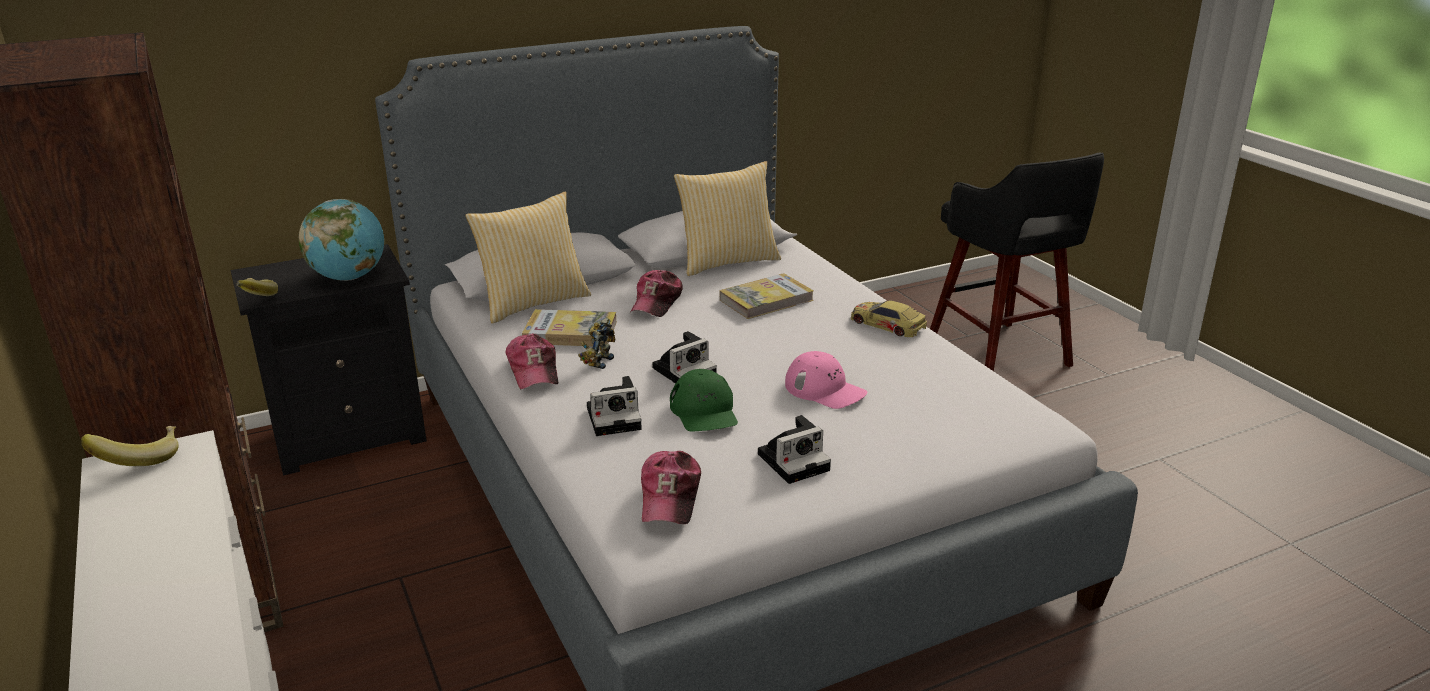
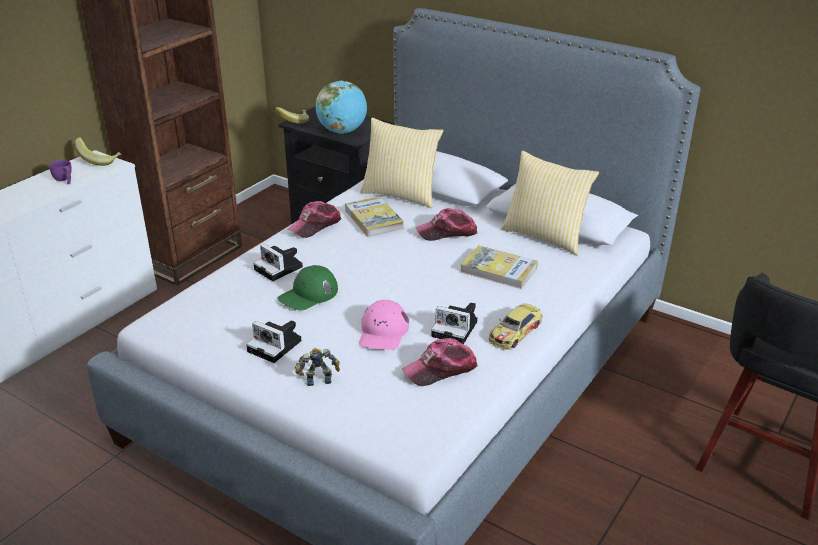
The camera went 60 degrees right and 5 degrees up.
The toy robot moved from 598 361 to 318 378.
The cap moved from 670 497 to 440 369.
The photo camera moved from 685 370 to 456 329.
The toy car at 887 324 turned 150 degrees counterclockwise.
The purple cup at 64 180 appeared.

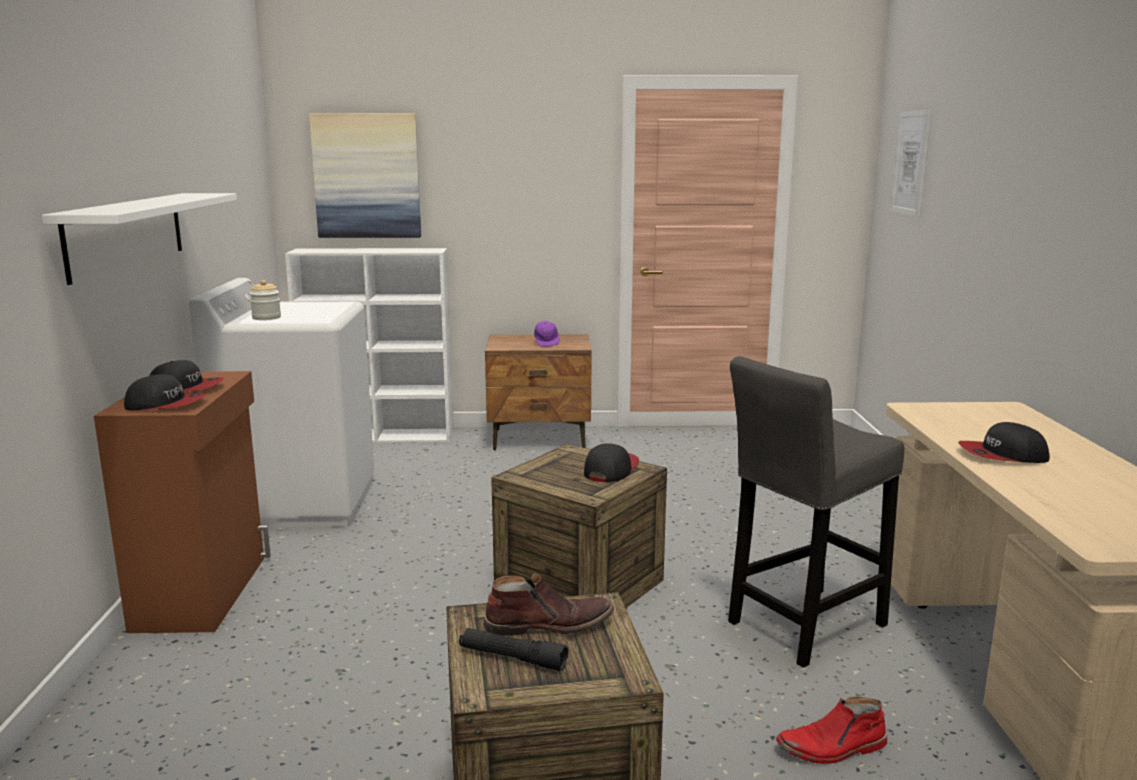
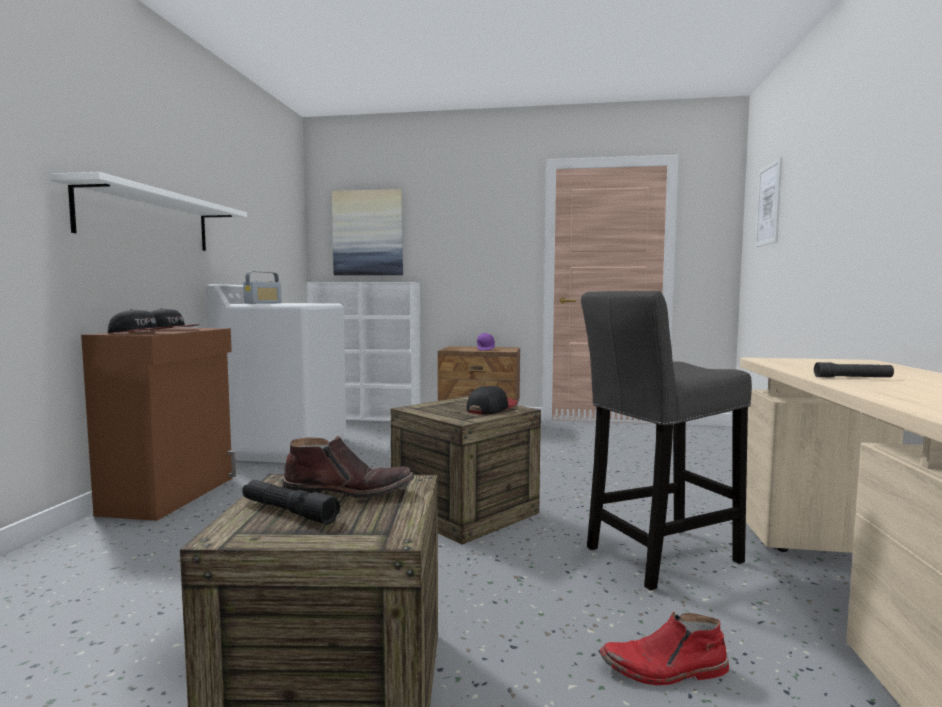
The camera went 10 degrees right and 10 degrees down.
The jar at 266 318 was replaced by the radio at 263 303.
The cap at 1002 455 was replaced by the black flashlight at 853 378.

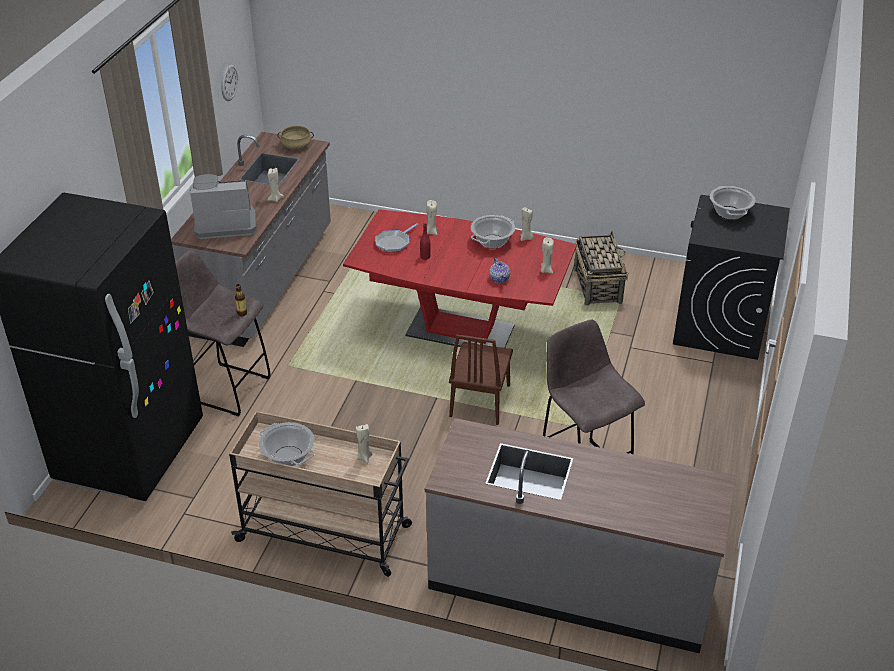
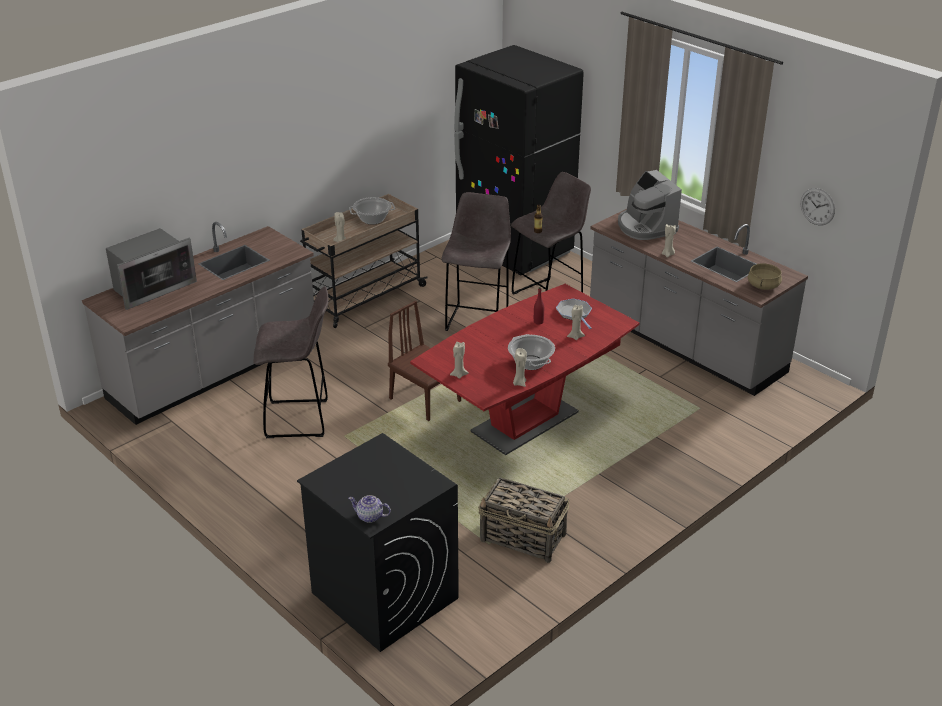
The camera went 120 degrees right and 5 degrees down.
The coffee machine at 225 223 turned 135 degrees clockwise.
The teapot moved from 499 278 to 370 517.
The cooking pot at 729 213 disappeared.
The microwave at 151 287 appeared.
The grey stool at 477 319 appeared.

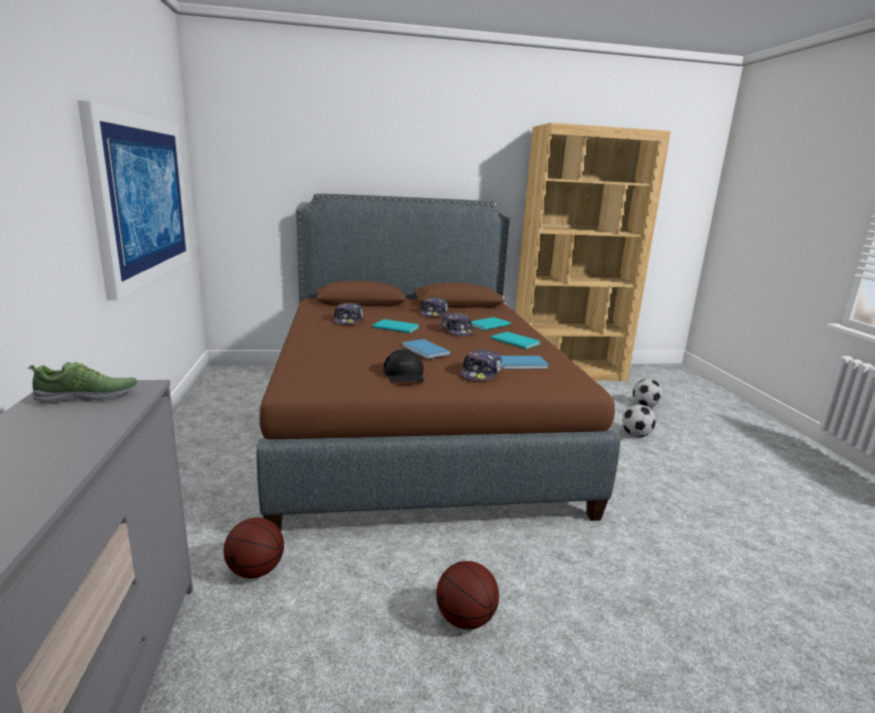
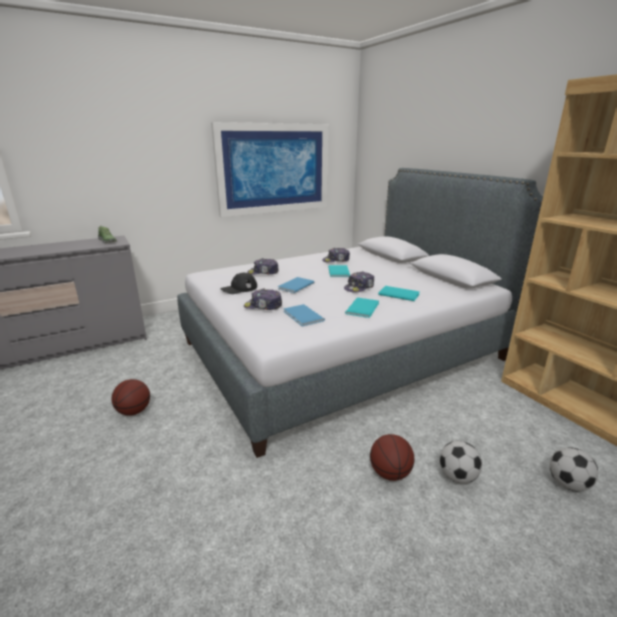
The camera went 70 degrees right and 5 degrees up.
The basketball moved from 255 571 to 390 473.
The brown bed at 414 424 became the grey bed at 342 350.
The cap moved from 433 313 to 263 272.

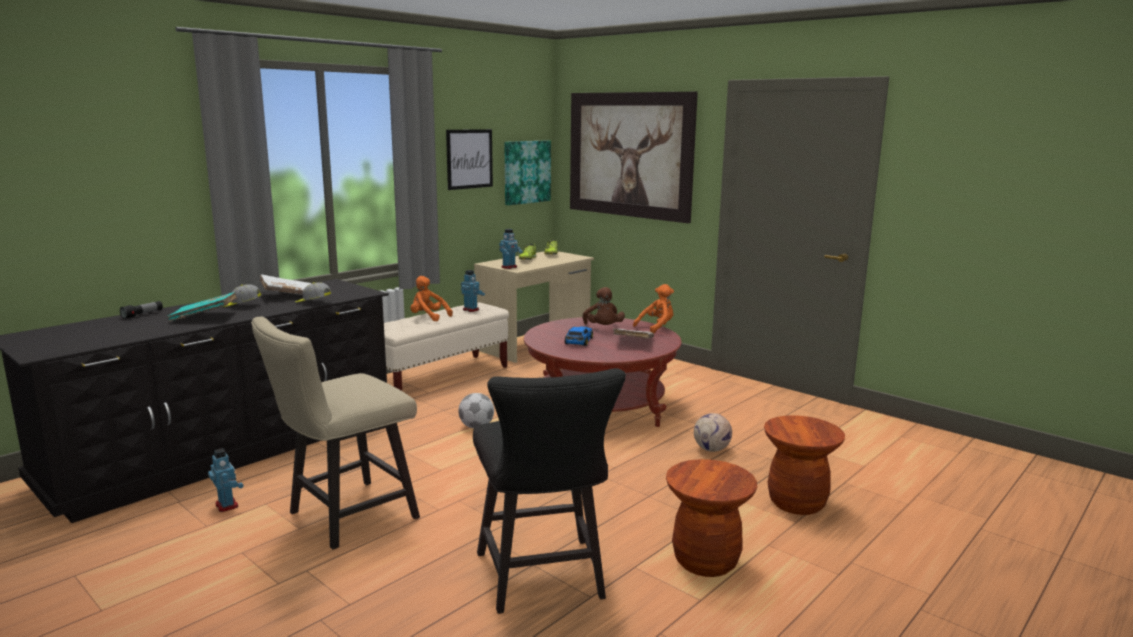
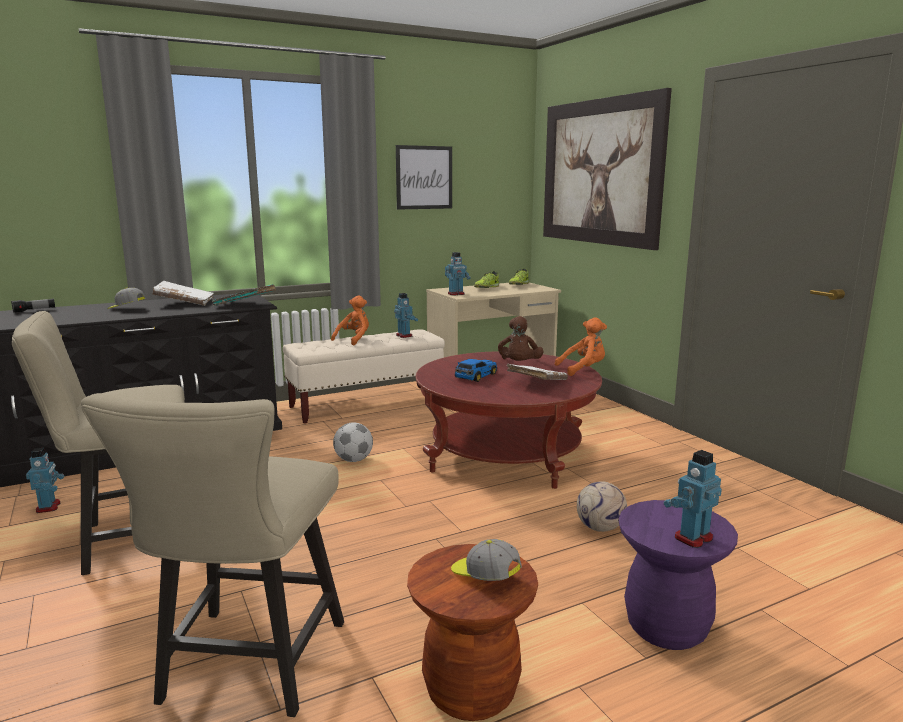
The camera went 20 degrees right and 0 degrees up.
The turquoise book moved from 204 317 to 245 305.
The cap moved from 313 302 to 484 576.
The orange plush toy at 428 317 turned 75 degrees clockwise.
The black chair at 543 581 became the beige chair at 247 670.
The picture at 526 172 disappeared.
The brown stool at 796 503 became the purple stool at 666 627.
The toy robot at 692 538 appeared.

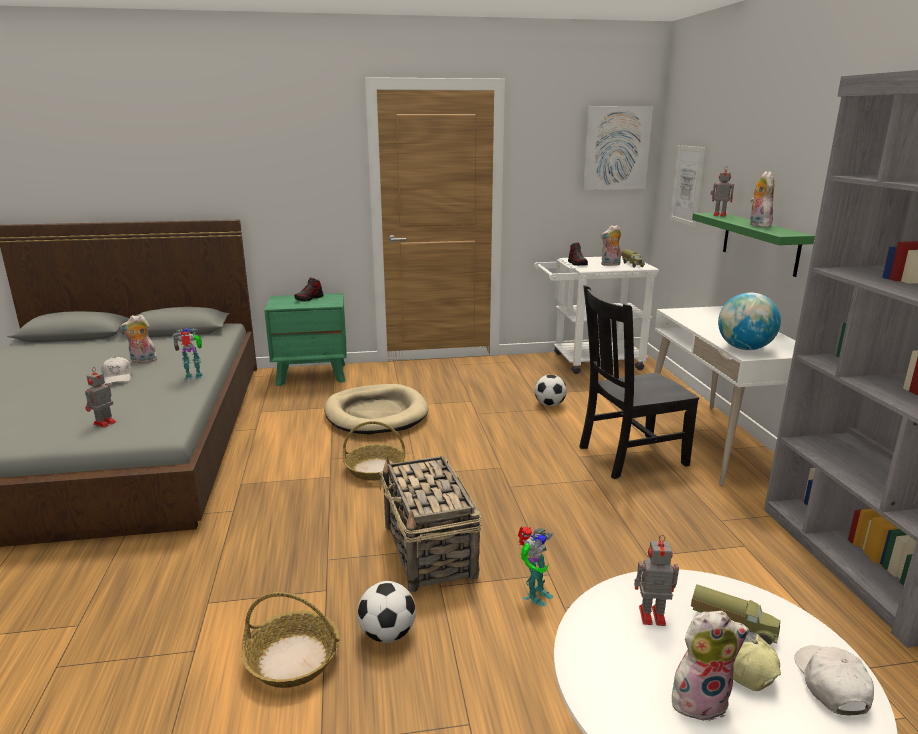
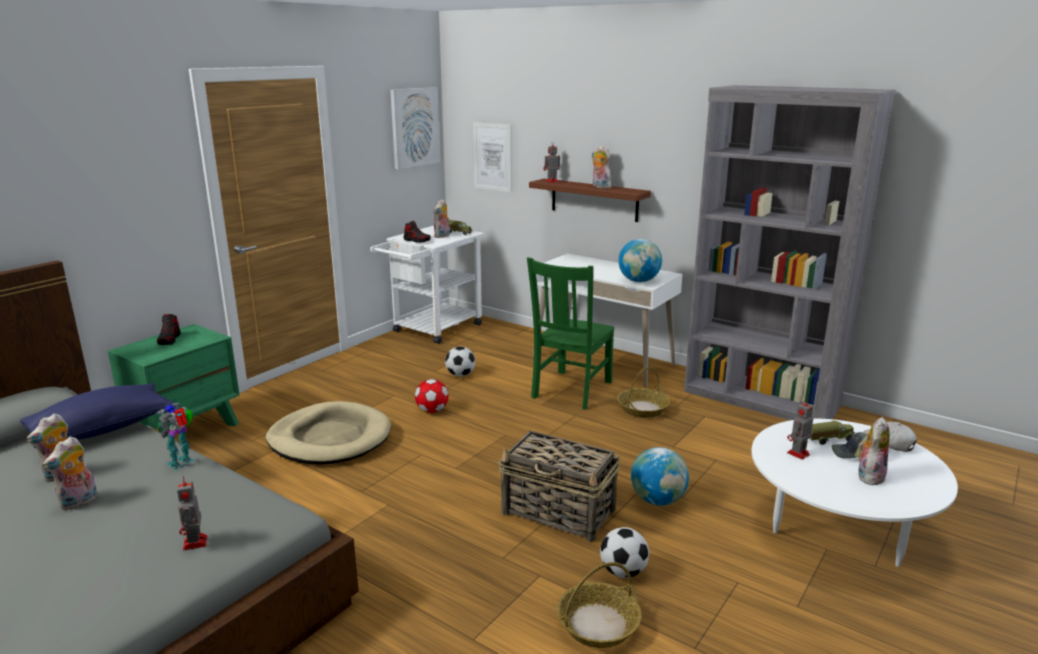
The camera went 45 degrees left and 0 degrees up.
The white cap at 117 377 was replaced by the plush toy at 79 502.
The basket moved from 375 469 to 642 408.
The toy robot at 534 595 was replaced by the globe at 657 500.
The black chair at 629 456 became the green chair at 570 390.
The green shelf at 760 243 became the brown shelf at 594 200.
The blue pillow at 103 429 appeared.
The football at 432 410 appeared.

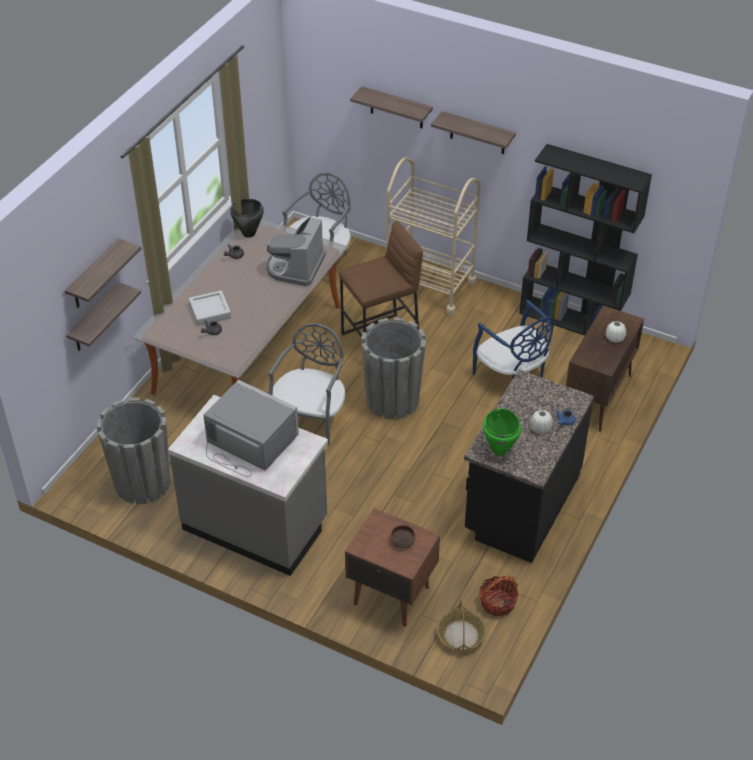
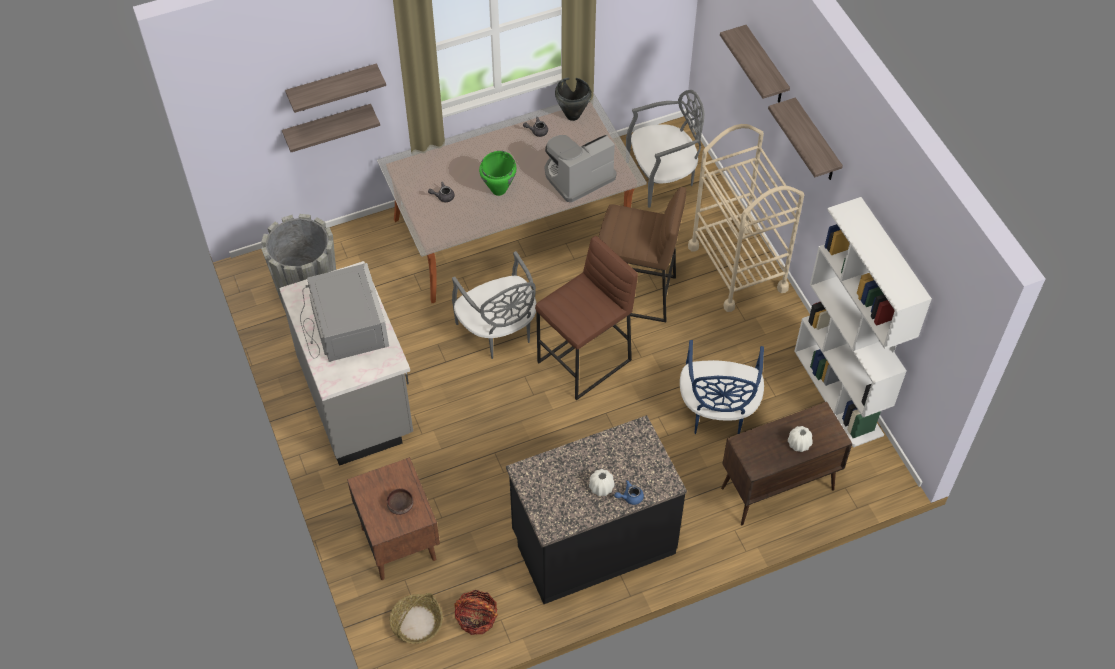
The camera went 40 degrees right and 10 degrees up.
The grey tray at 210 311 disappeared.
The grey chair at 311 418 turned 90 degrees clockwise.
The grey planter at 392 400 was replaced by the brown stool at 585 362.
The green cooking pot moved from 500 449 to 499 190.
The black bookcase at 572 320 became the white bookcase at 839 393.

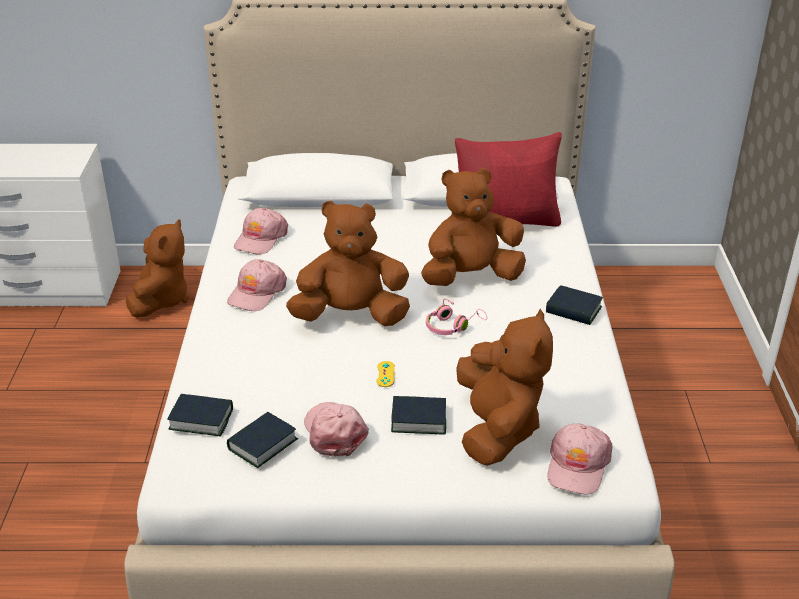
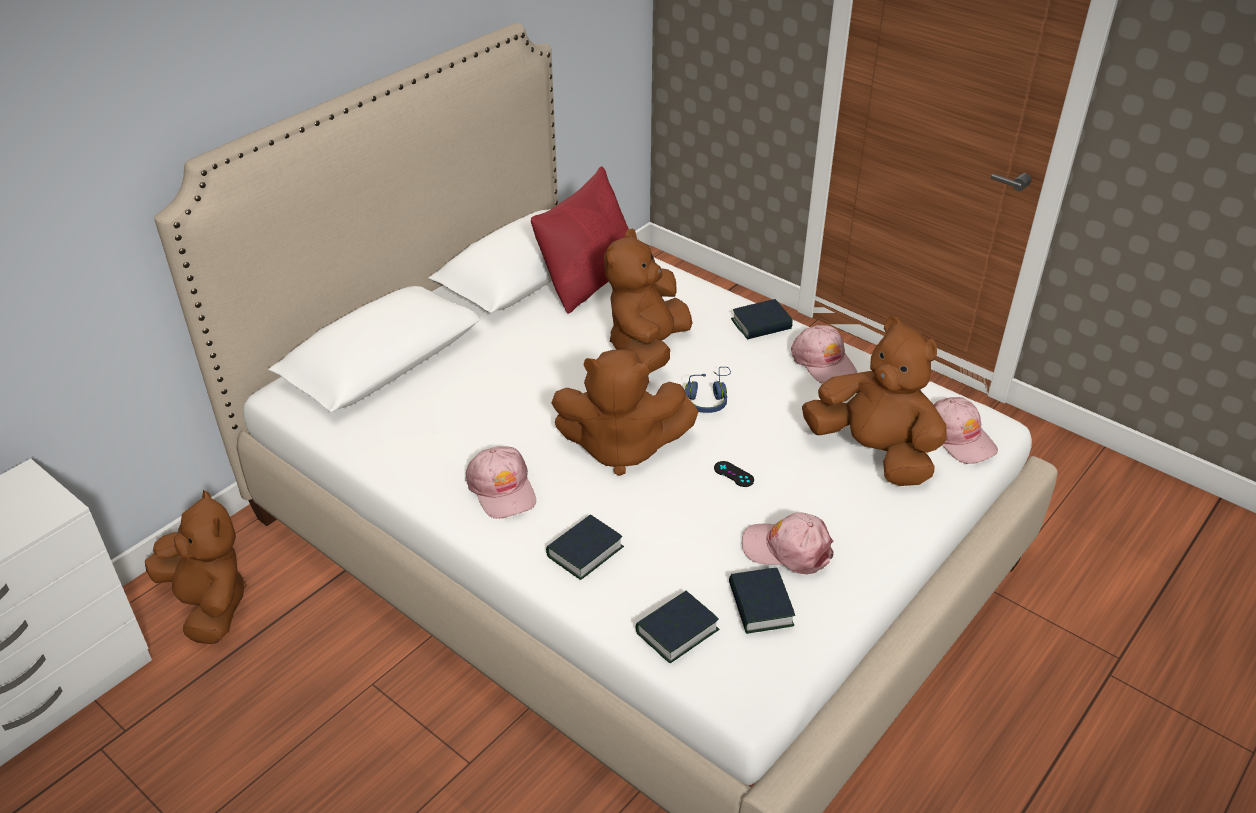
The camera went 50 degrees left and 5 degrees up.
The pink cap moved from 260 238 to 823 362.
The brown plush toy at 351 316 turned 120 degrees counterclockwise.
The yellow game controller at 385 374 became the black game controller at 733 474.
The book moved from 418 420 to 584 552.
The pink headphones at 452 326 became the blue headphones at 708 398.

